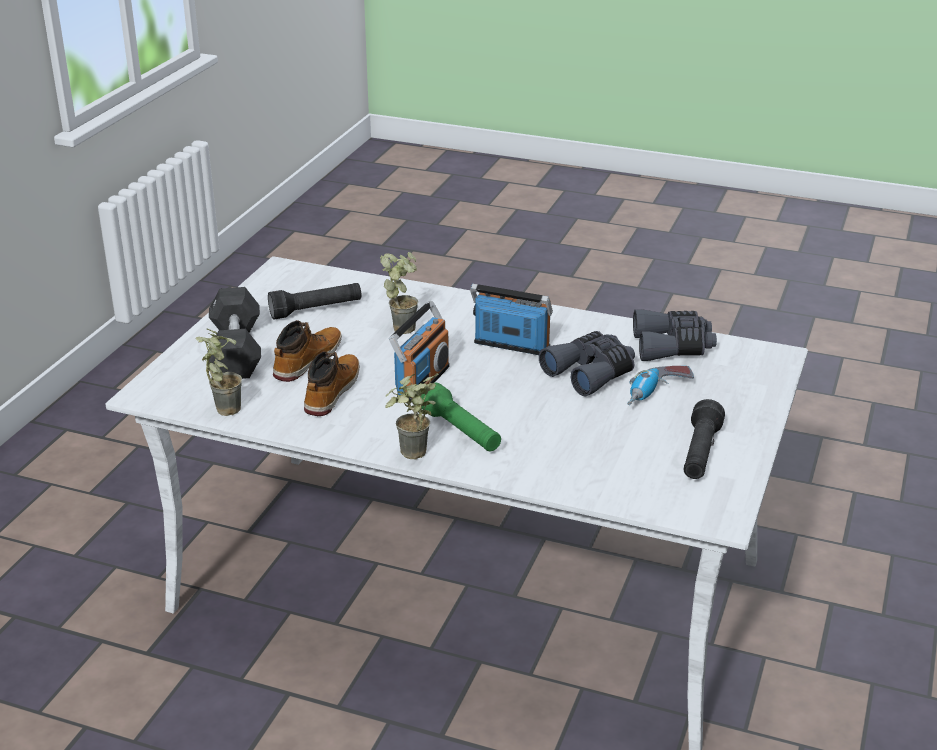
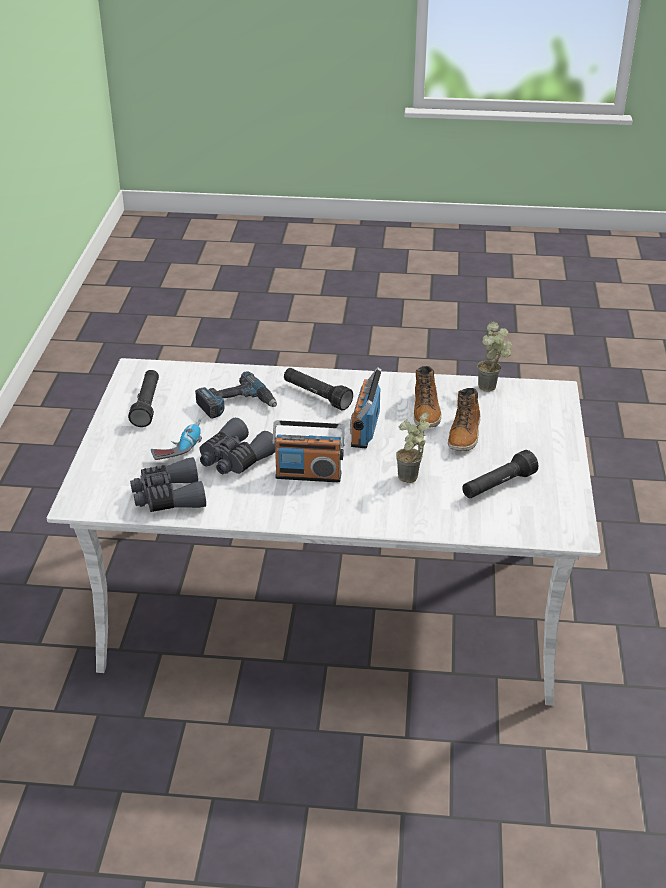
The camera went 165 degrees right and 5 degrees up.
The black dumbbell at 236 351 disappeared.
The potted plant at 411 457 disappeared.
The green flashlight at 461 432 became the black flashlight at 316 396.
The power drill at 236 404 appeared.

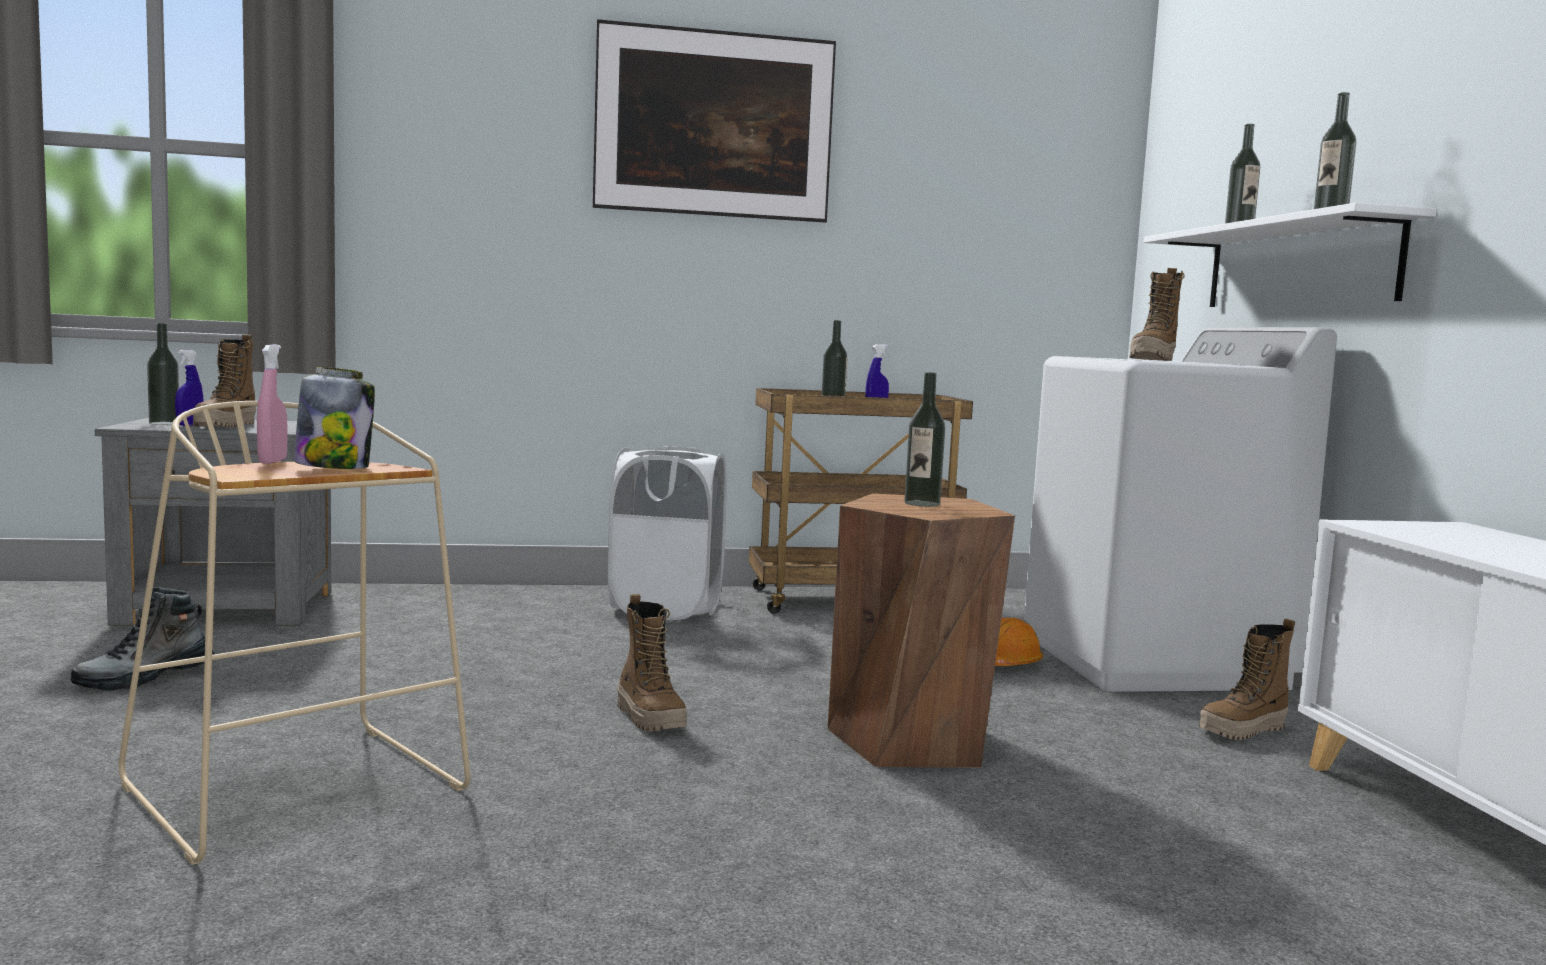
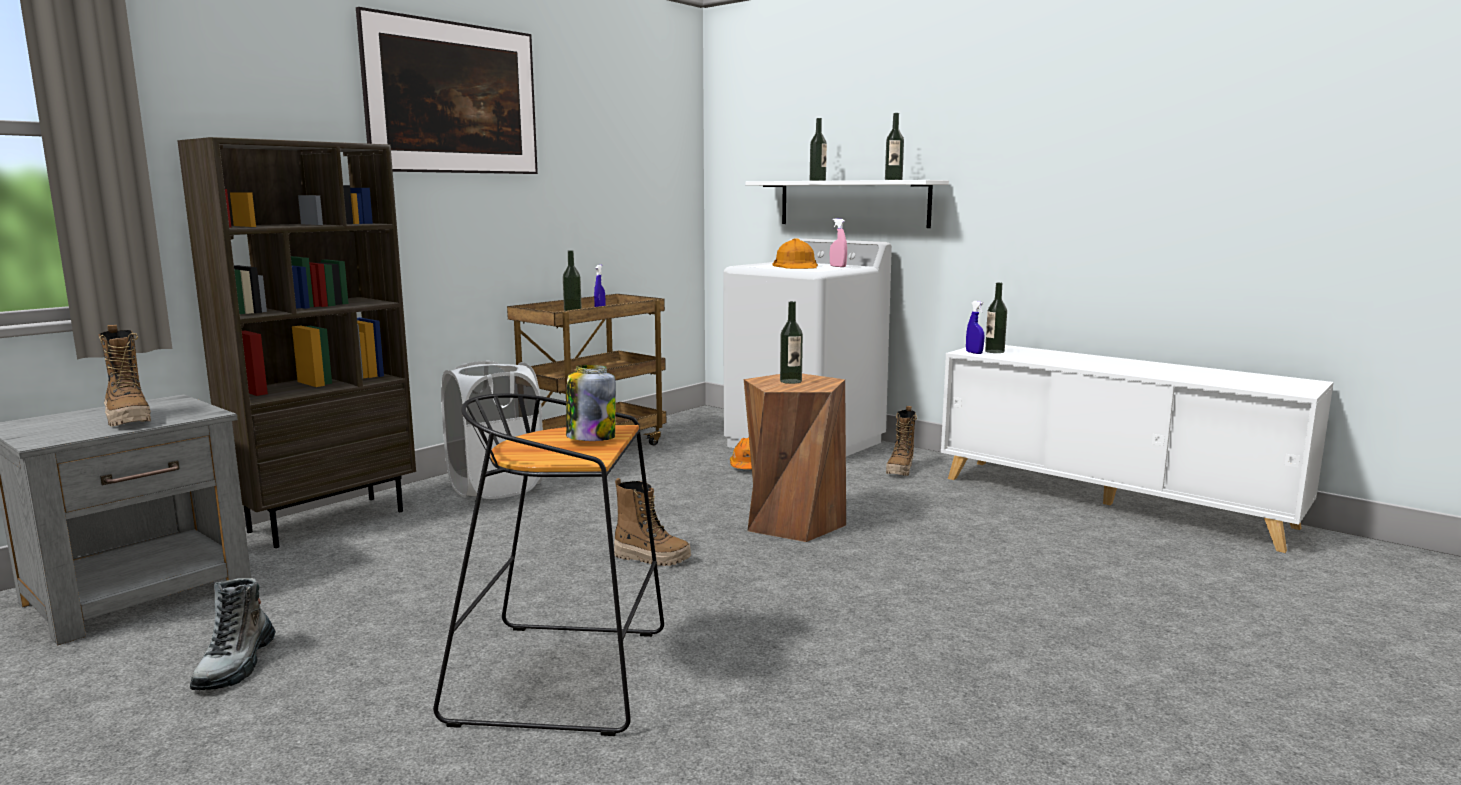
The camera went 40 degrees left and 5 degrees up.
The beige stool at 301 790 became the black stool at 565 675.
The bottle moved from 164 423 to 994 351.
The blue spray bottle moved from 189 425 to 974 353.
The pink spray bottle moved from 272 461 to 837 266.
The boot at 1153 360 was replaced by the orange hard hat at 796 266.
The brown bookcase at 327 520 appeared.

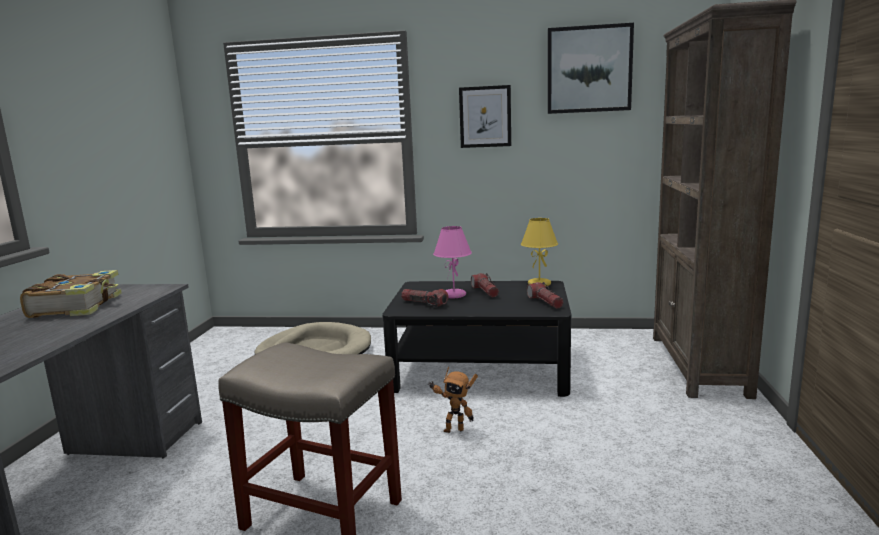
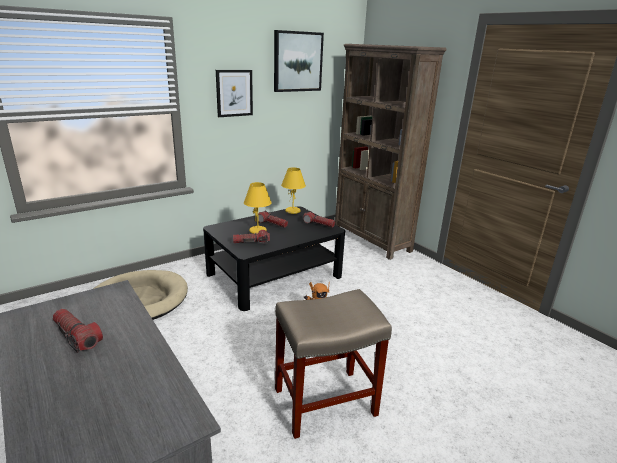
The camera went 45 degrees left and 10 degrees up.
The book at 78 306 was replaced by the flashlight at 77 336.
The pink table lamp at 454 295 became the yellow table lamp at 258 231.

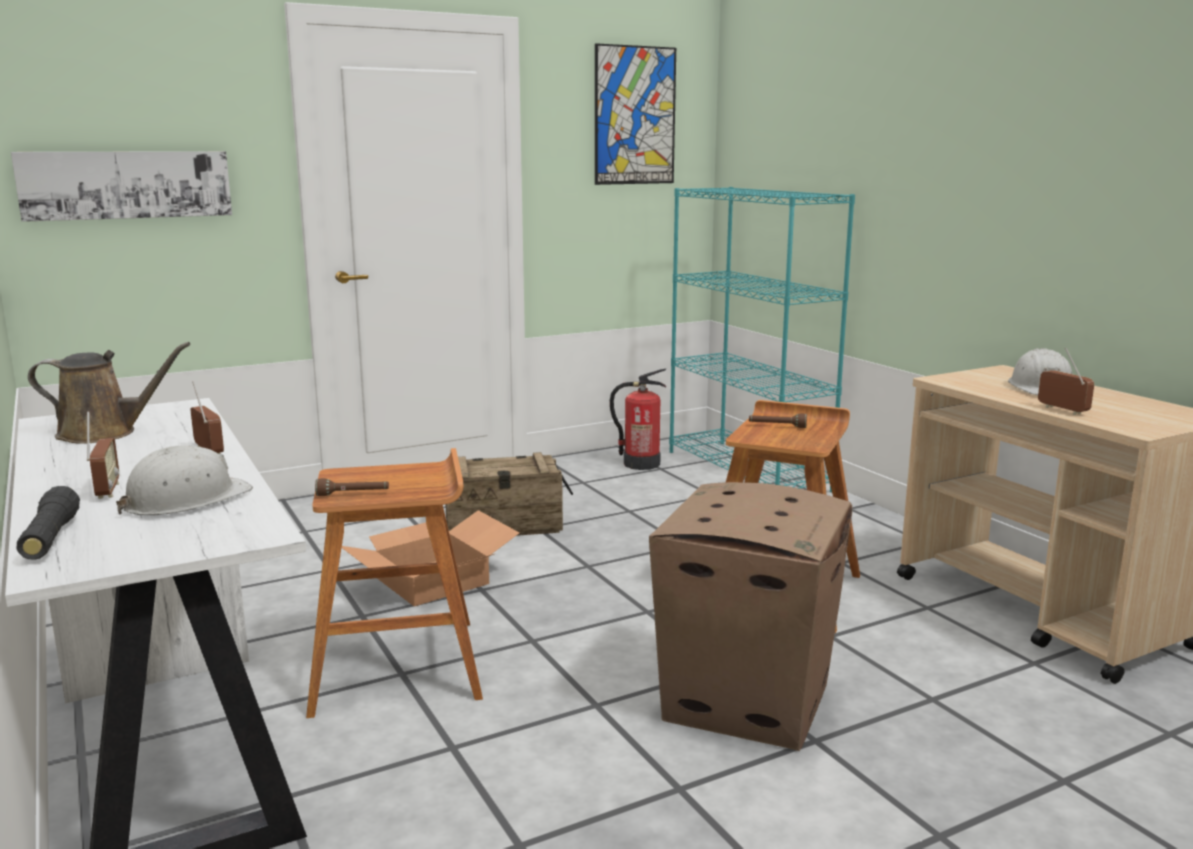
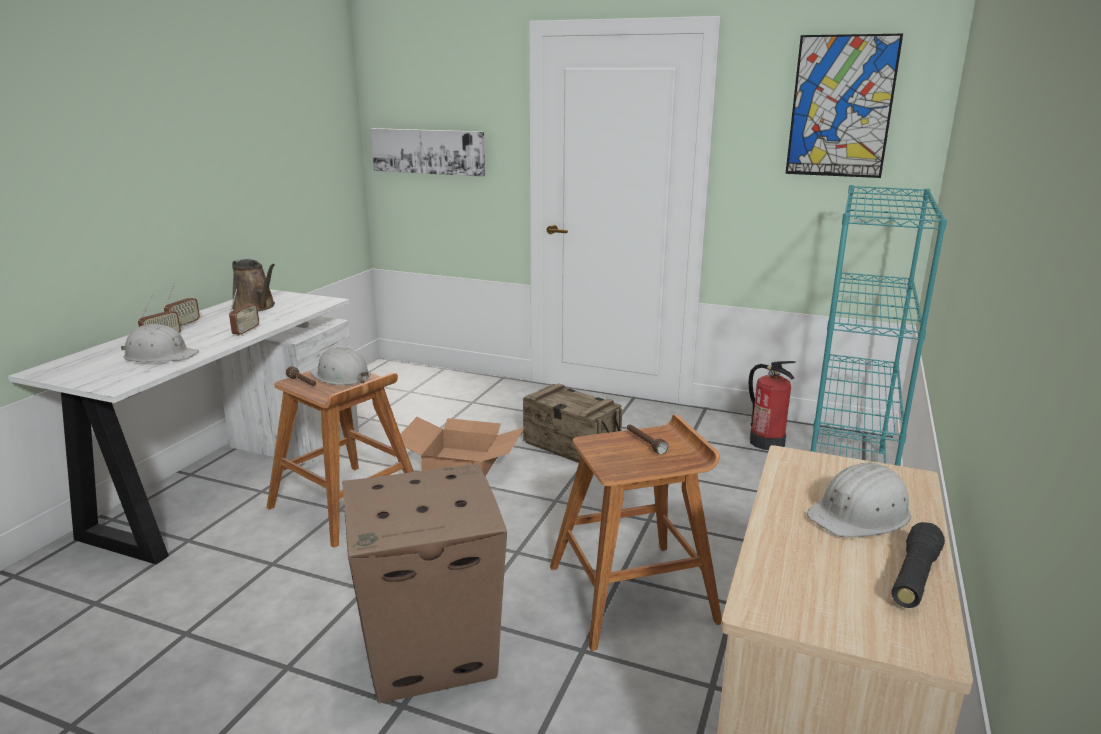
The camera went 50 degrees right and 5 degrees up.
The black flashlight moved from 50 539 to 914 578.
The radio moved from 1062 410 to 184 325.
The white hard hat at 341 376 appeared.

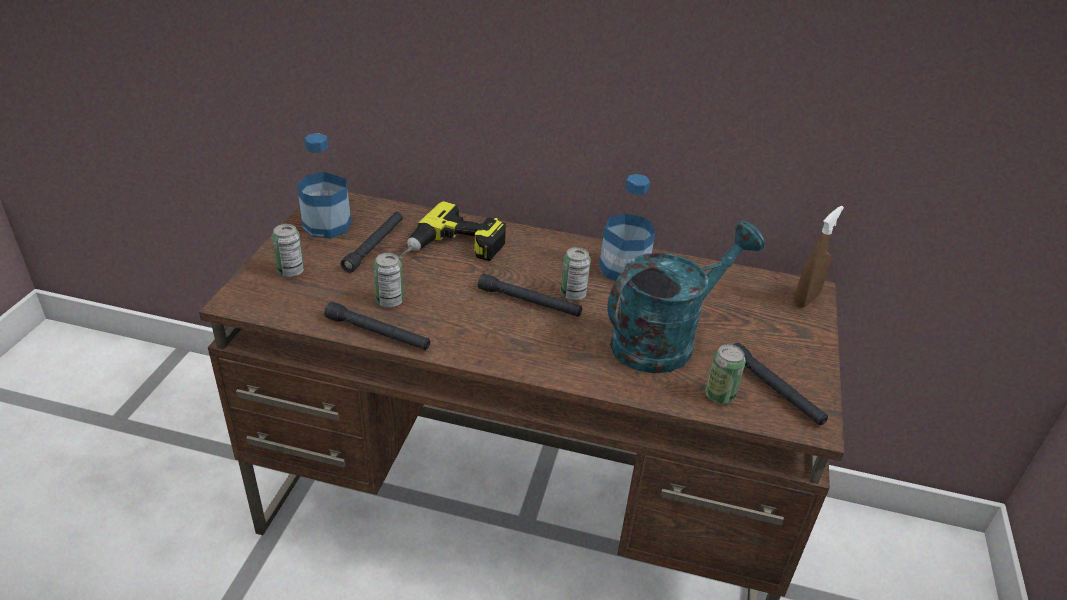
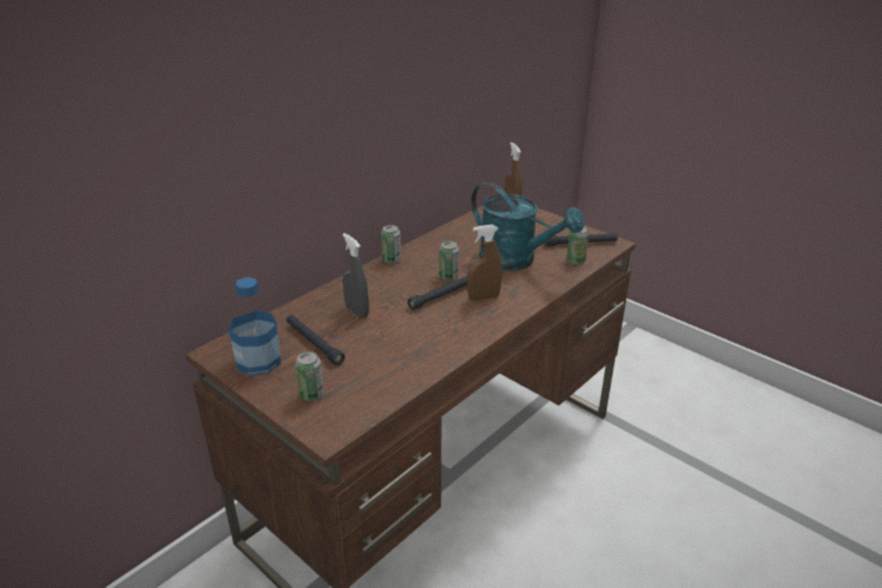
The camera went 60 degrees left and 5 degrees down.
The black flashlight at 378 333 disappeared.
The can moved from 390 301 to 391 260.
The power drill at 449 253 was replaced by the grey spray bottle at 357 312.
The bottle at 623 269 disappeared.
The turquoise watering can at 664 339 turned 135 degrees clockwise.
The brown spray bottle at 483 297 appeared.

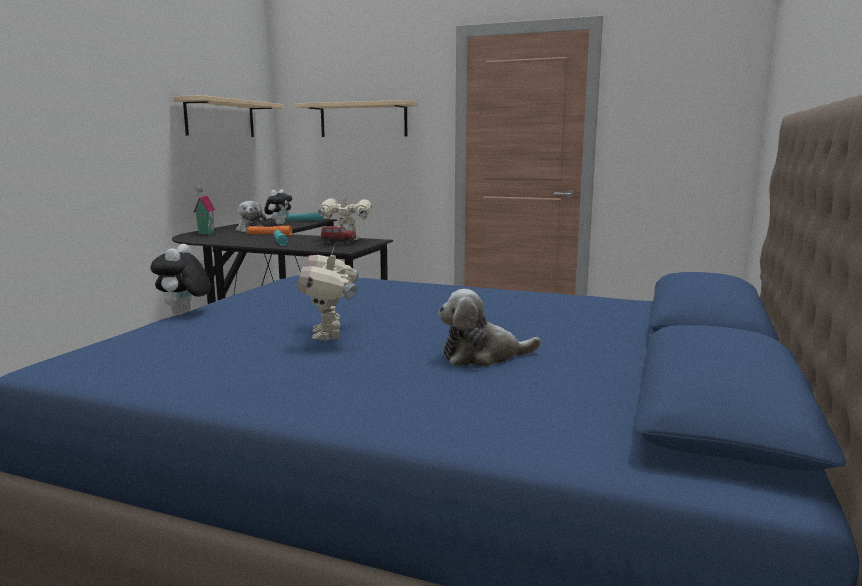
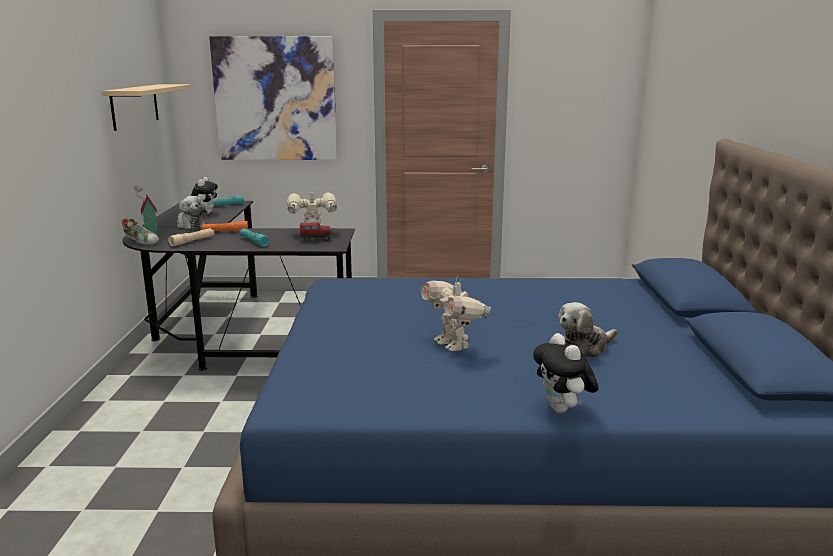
The camera went 20 degrees left and 5 degrees up.
The plush toy moved from 184 314 to 563 410.
The beige shelf at 363 120 was replaced by the picture at 275 99.
The shoe at 142 242 appeared.
The beige flashlight at 192 241 appeared.

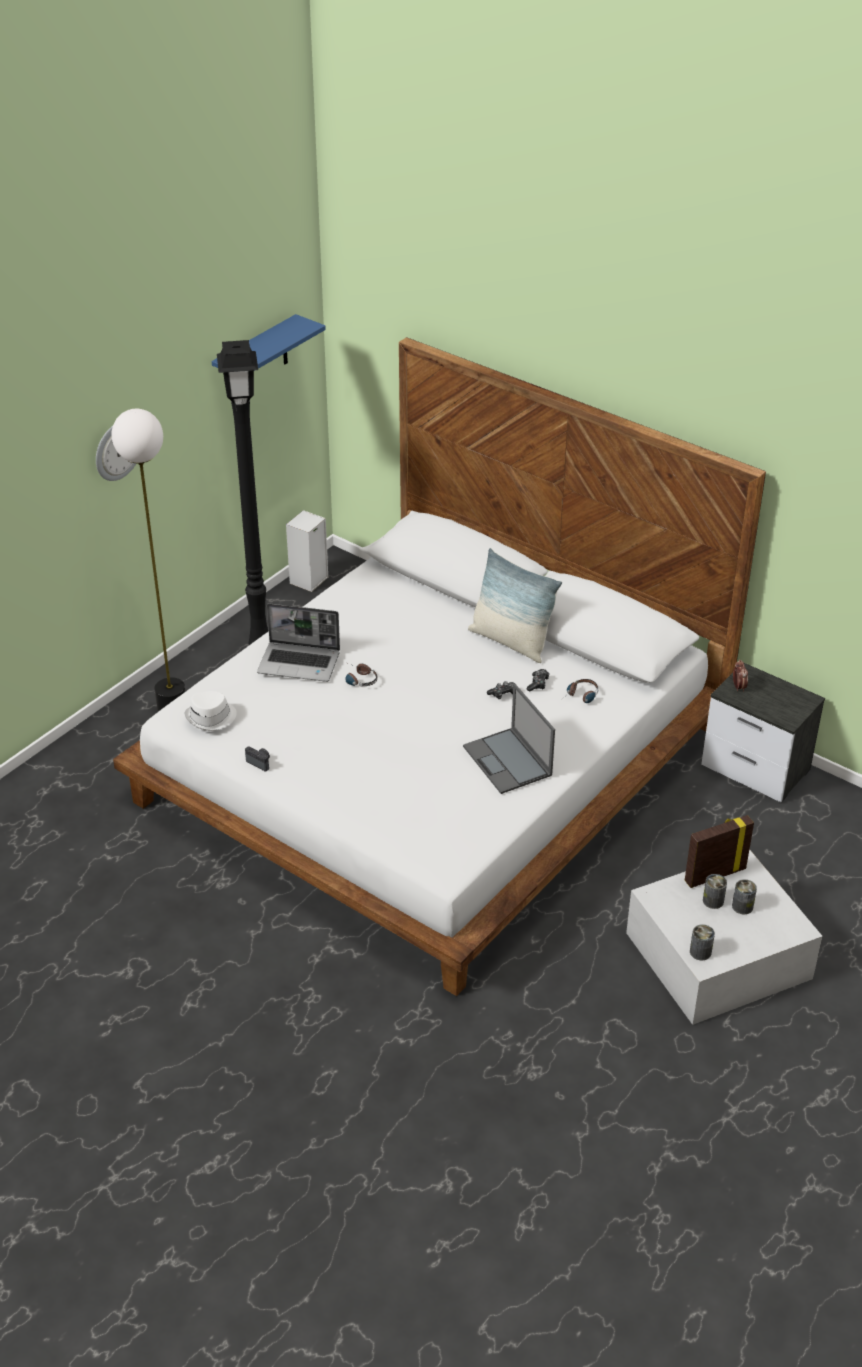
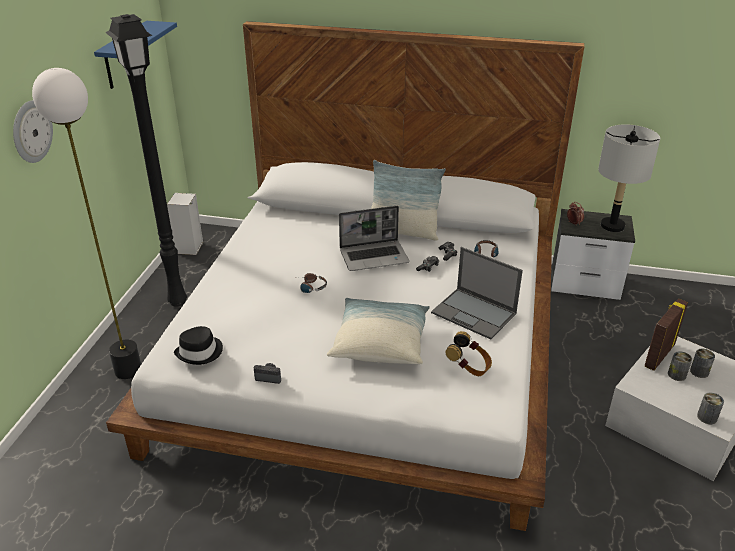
The camera went 25 degrees left and 5 degrees down.
The white hat at 211 717 became the black hat at 200 352.
The laptop moved from 300 663 to 374 256.
The pillow at 380 343 appeared.
The headphones at 469 367 appeared.
The grey table lamp at 612 226 appeared.

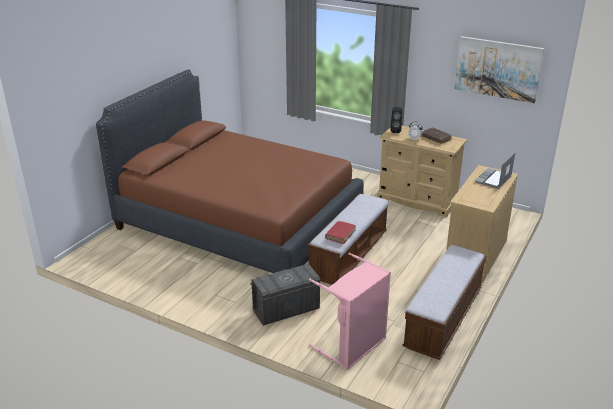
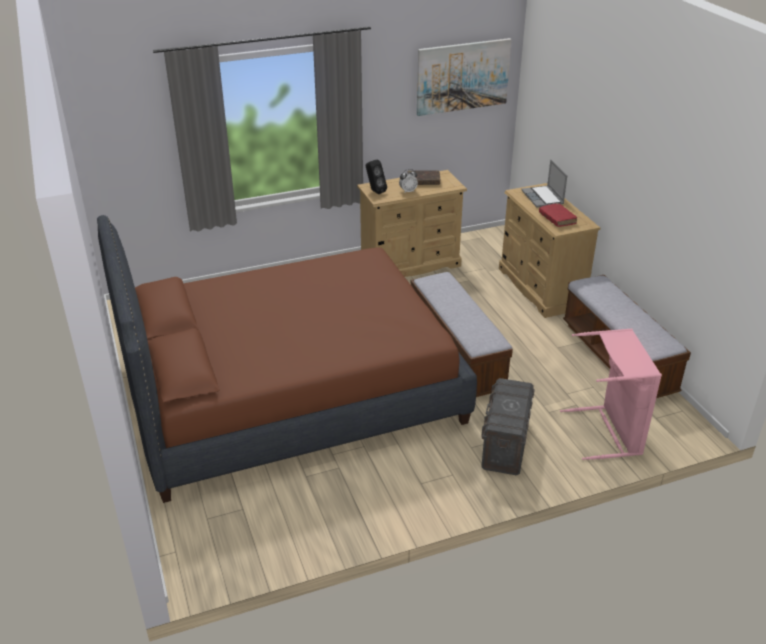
The camera went 50 degrees left and 5 degrees up.
The red book moved from 340 235 to 557 219.

